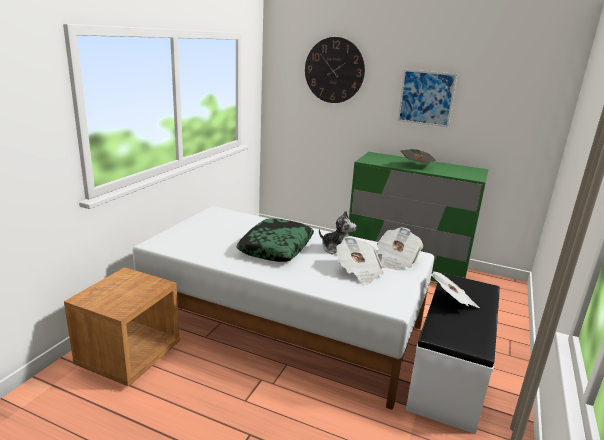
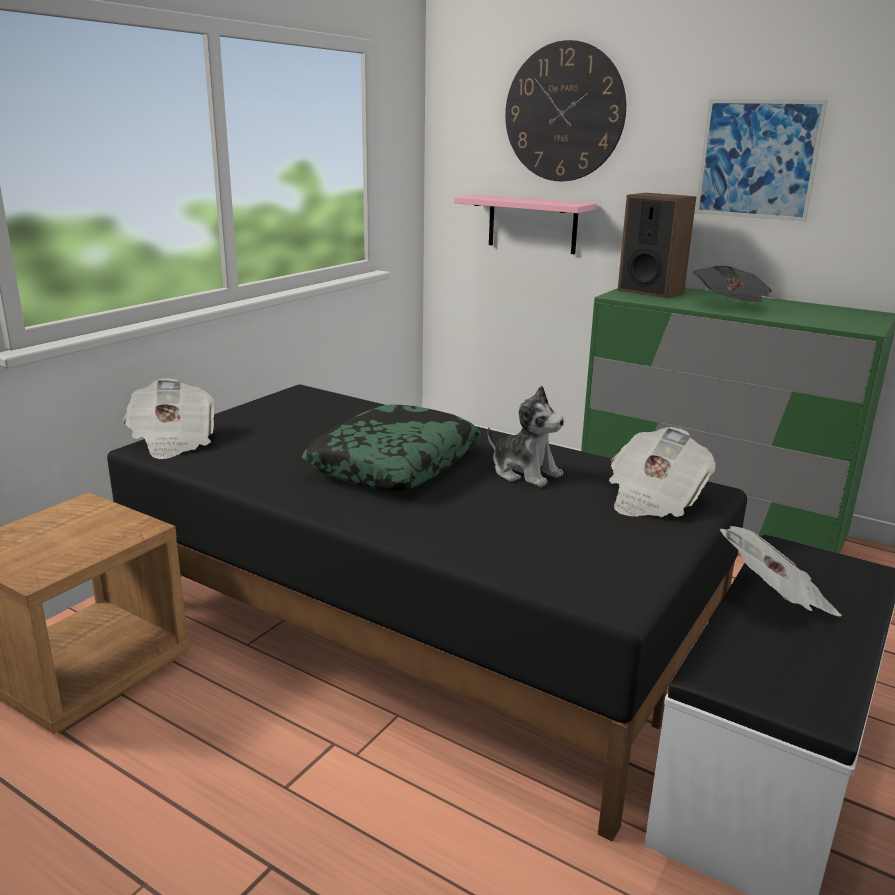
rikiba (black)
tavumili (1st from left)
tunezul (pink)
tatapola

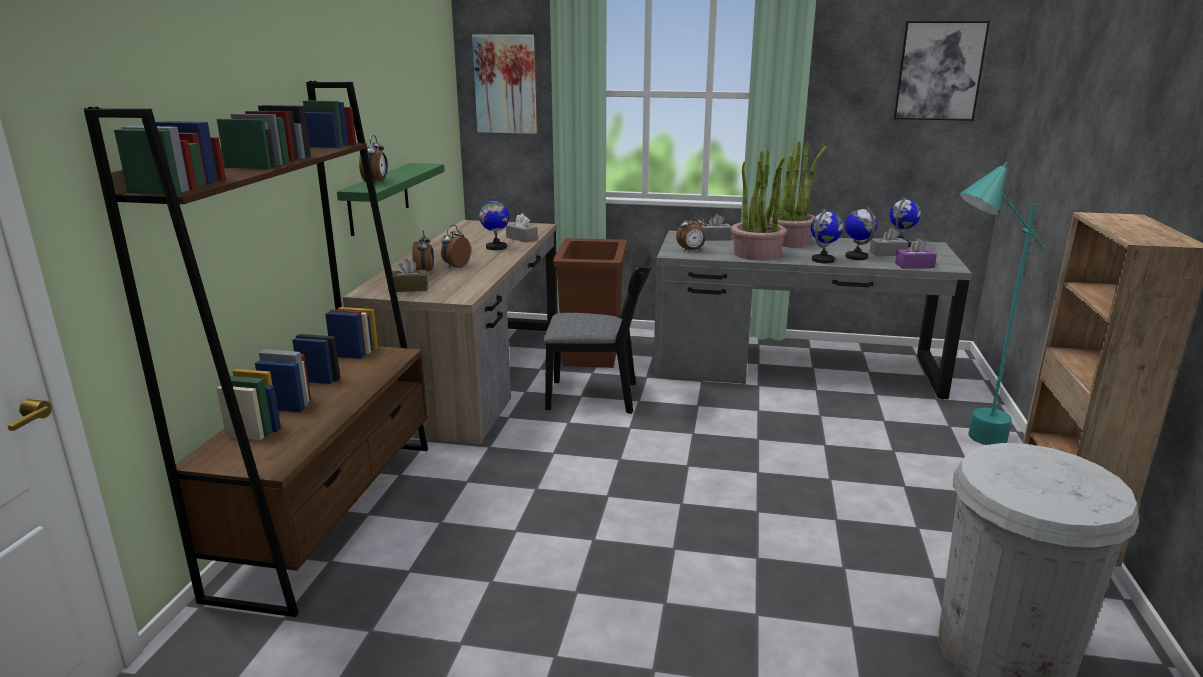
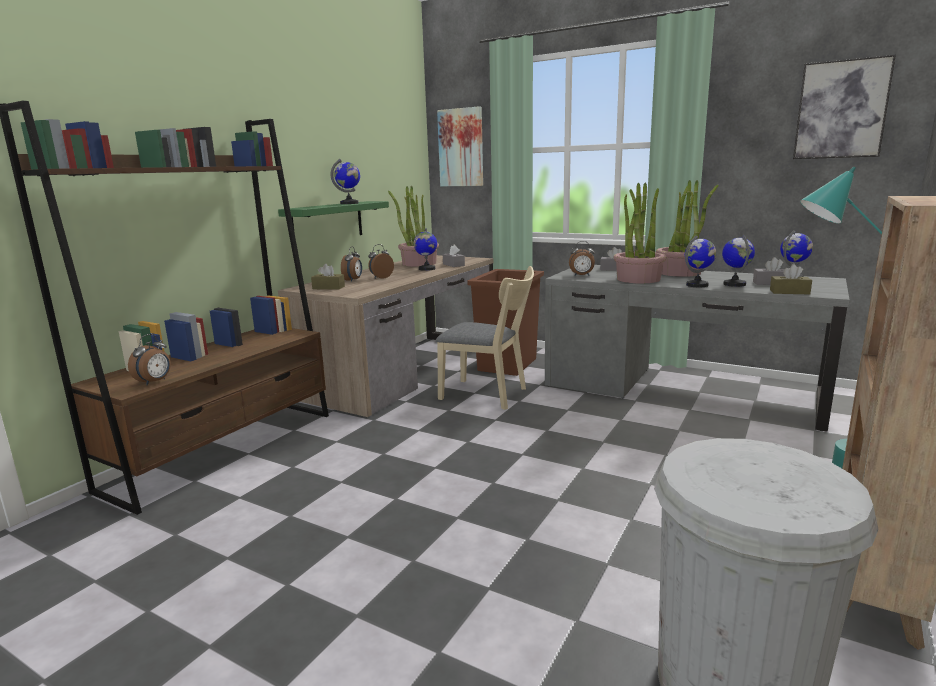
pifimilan (1st from left)
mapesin (1st from left)
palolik (1st from left)
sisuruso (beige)
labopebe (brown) (2nd from left)

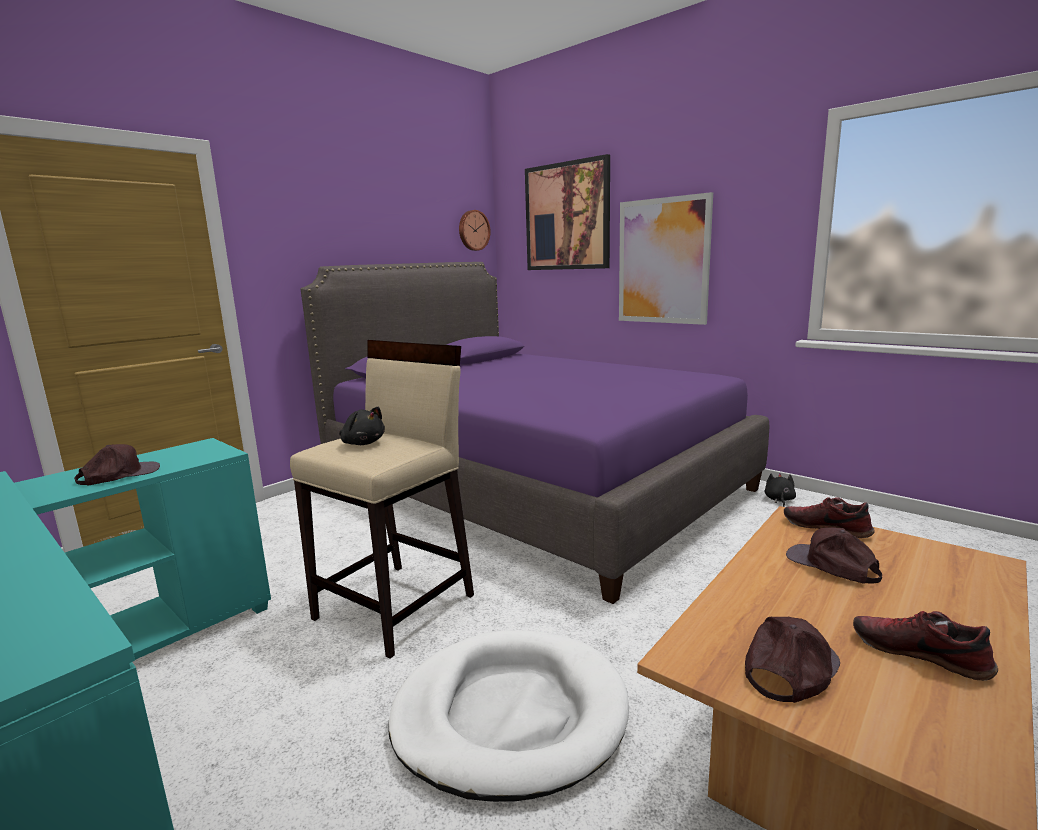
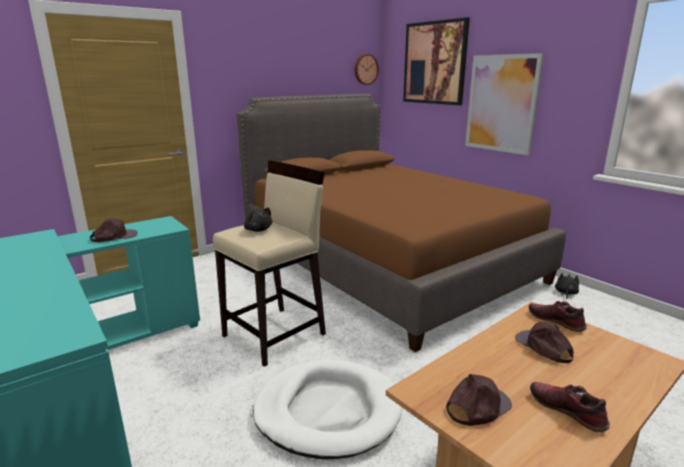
rikiba (brown)

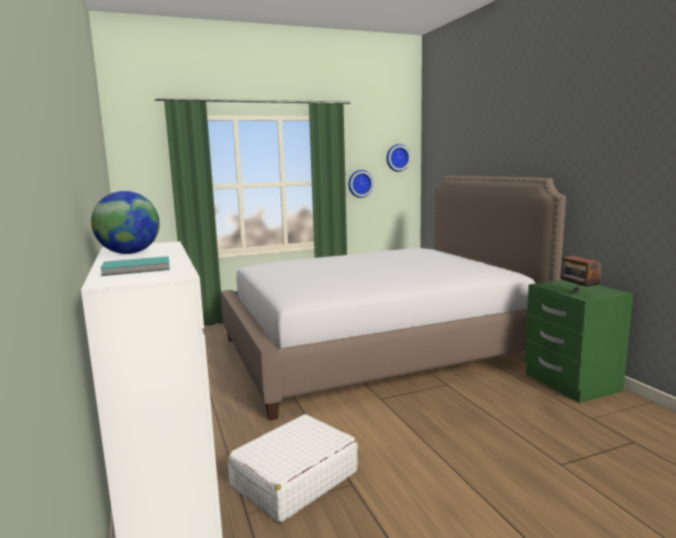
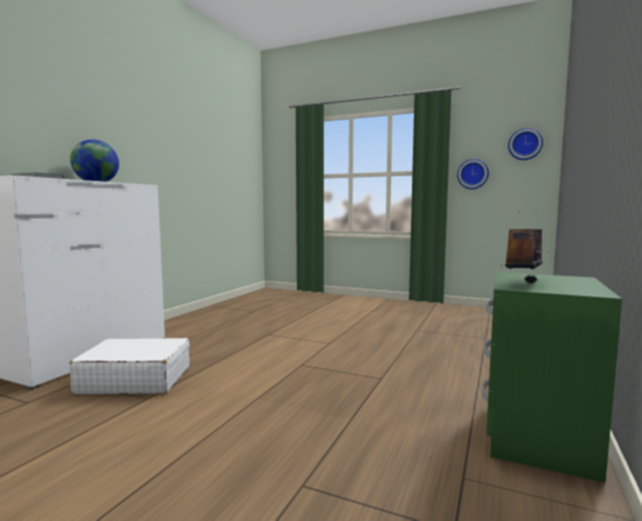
rikiba

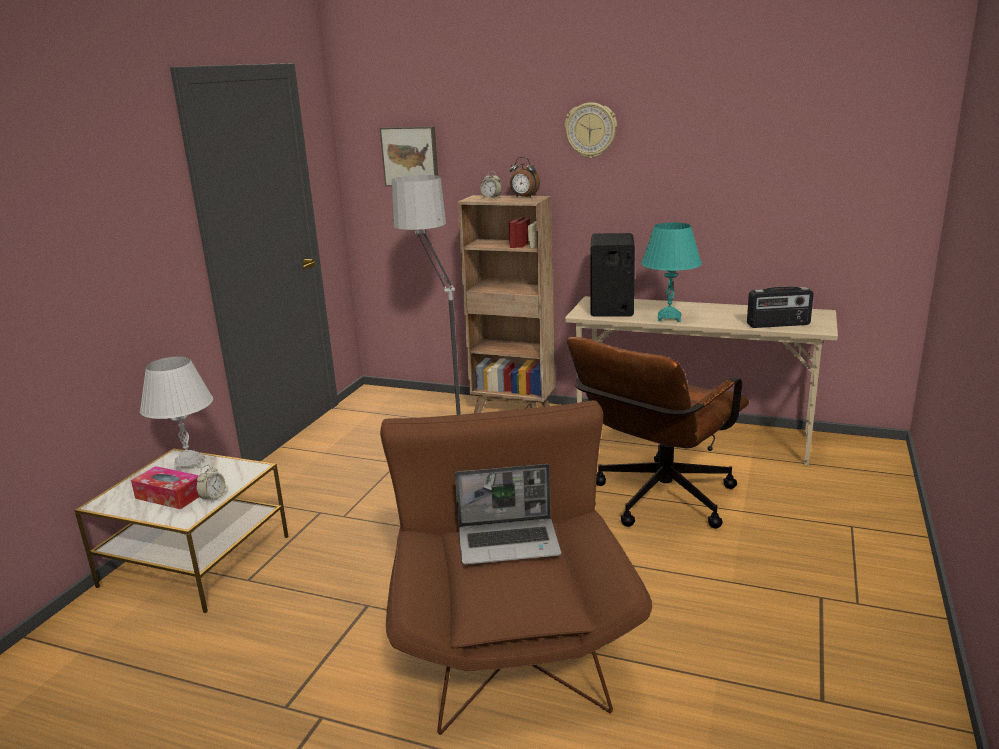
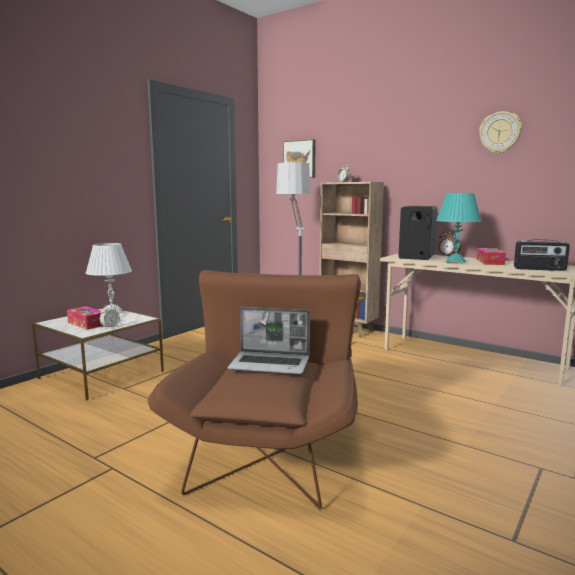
pifimilan (3rd from left)
labopebe (2nd from left)
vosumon
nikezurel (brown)

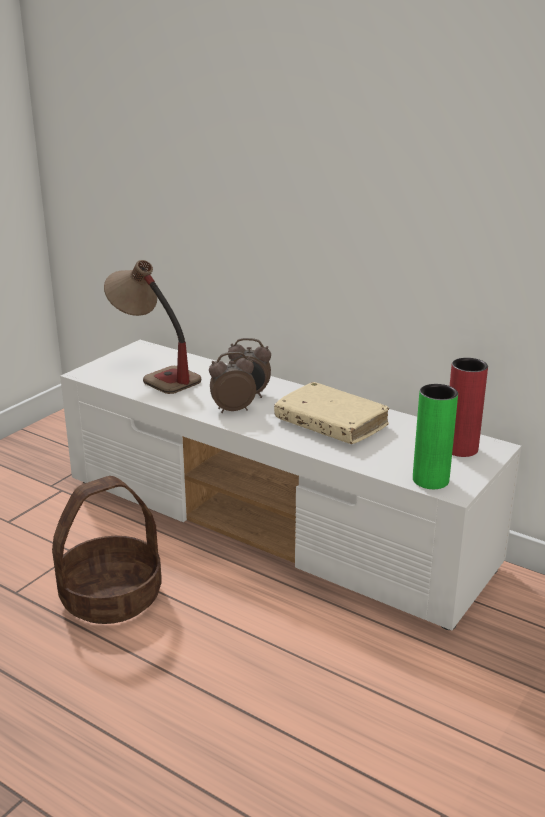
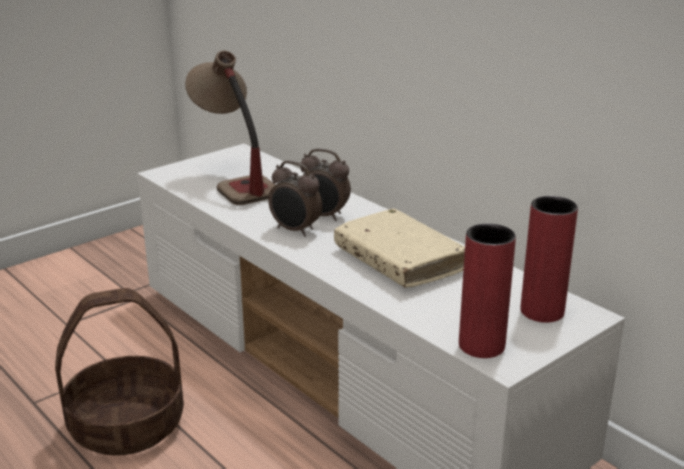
pifimilan (1st from left)
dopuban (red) (1st from left)

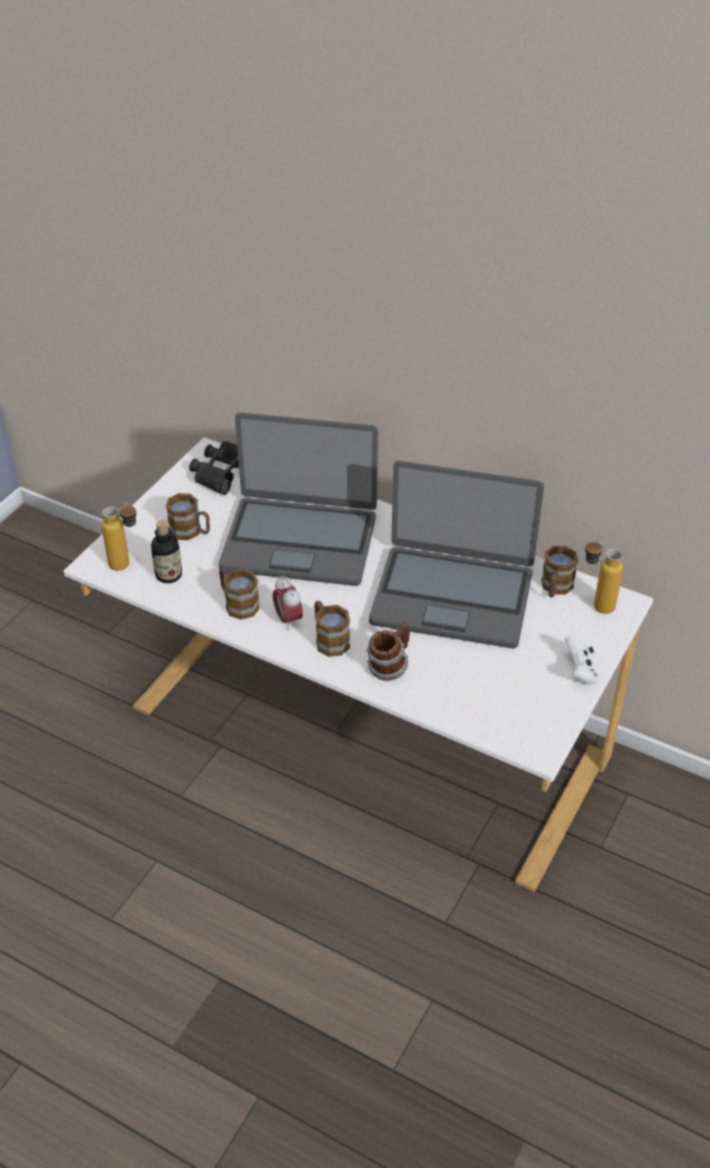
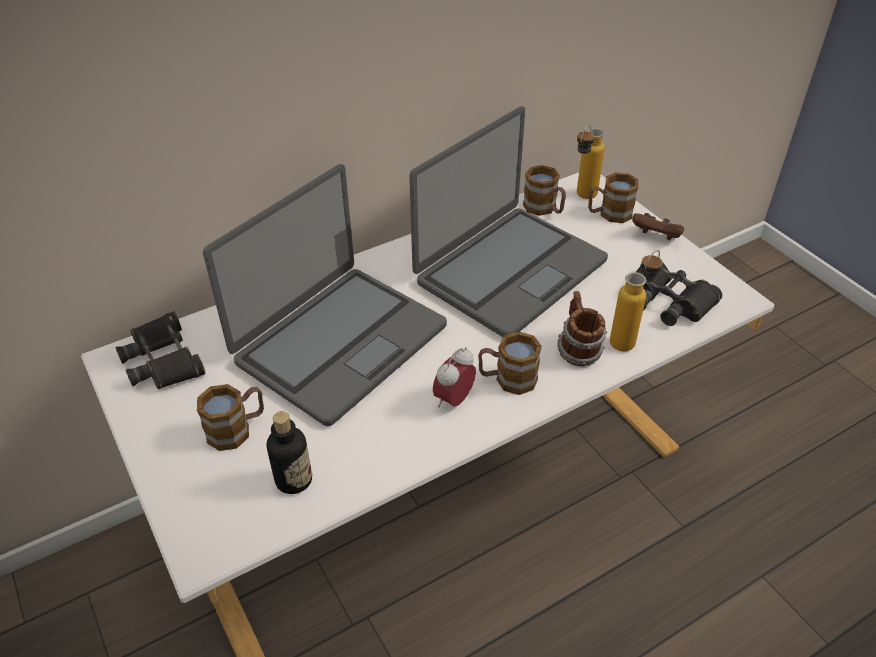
pifimilan
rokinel (5th from left)
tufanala (3rd from left)
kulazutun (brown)
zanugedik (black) (2nd from left)

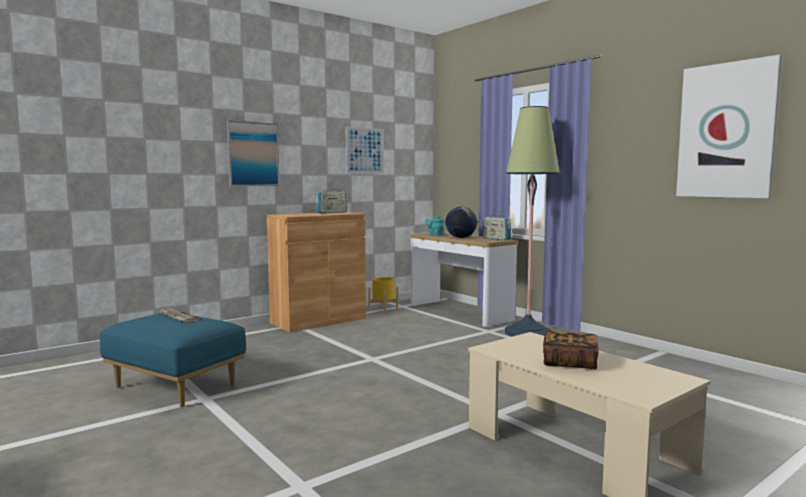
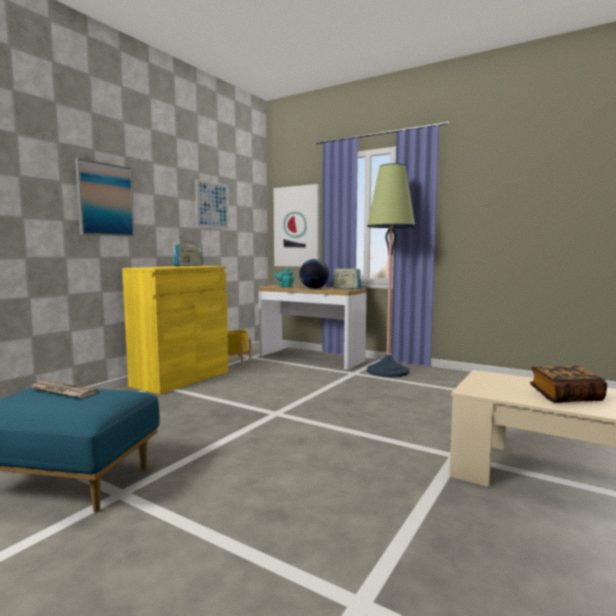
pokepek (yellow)
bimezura (3rd from left)

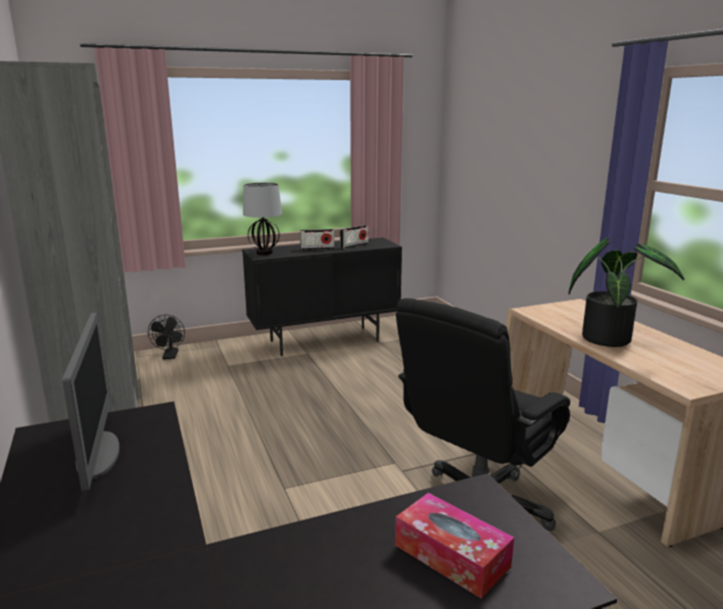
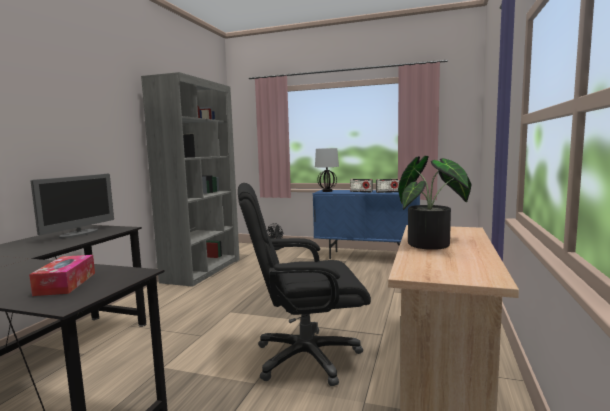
pokepek (blue)

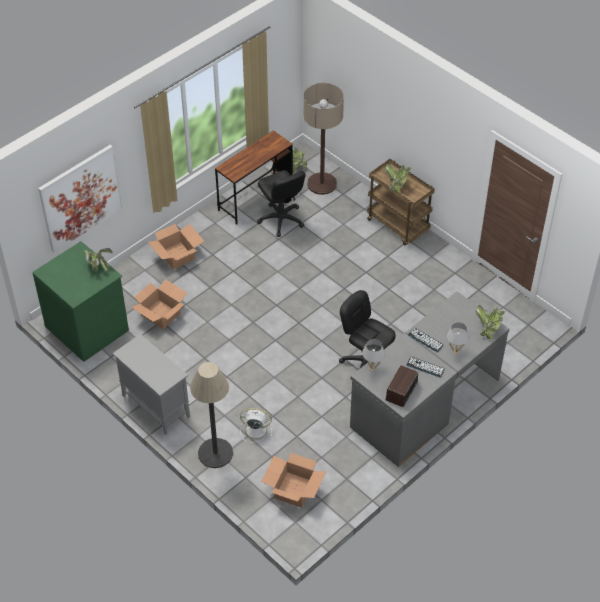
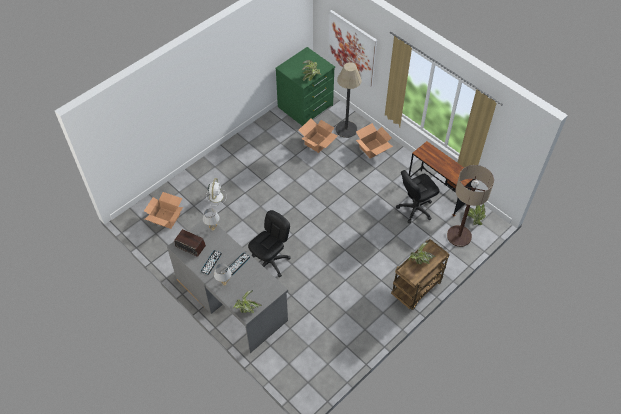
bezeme (1st from left)
pokepek (grey)

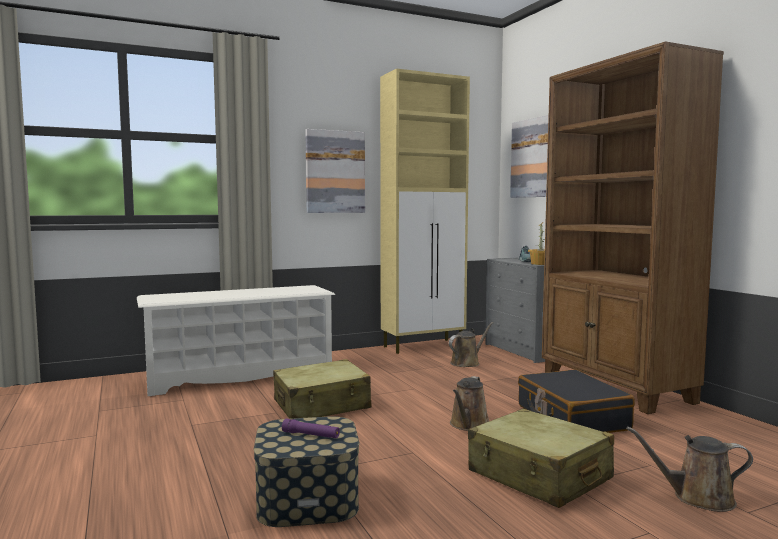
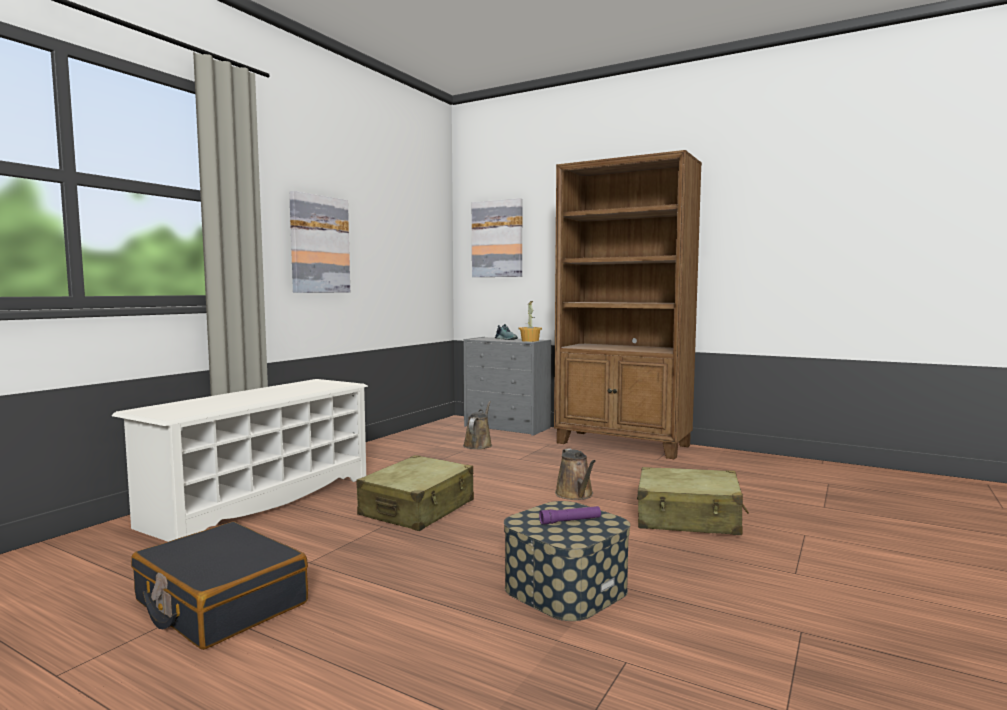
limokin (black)
pokepek (beige)
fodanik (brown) (3rd from left in the first image)

